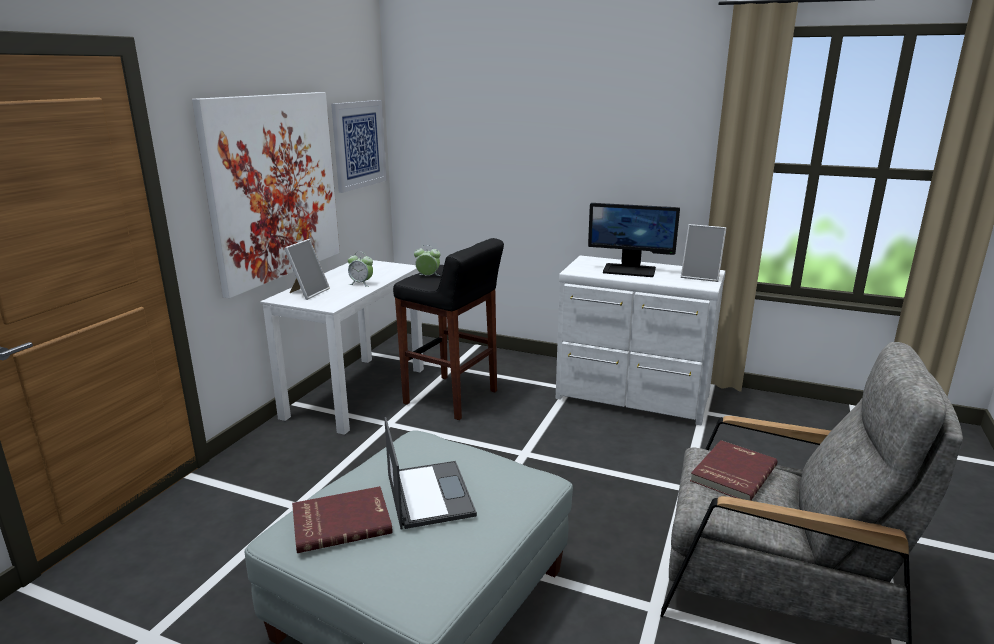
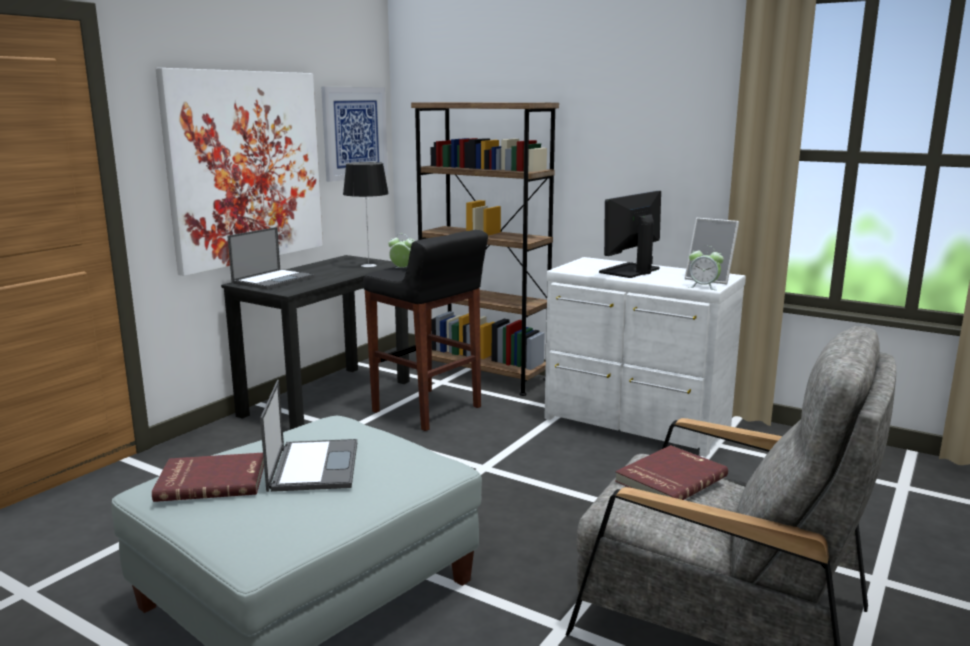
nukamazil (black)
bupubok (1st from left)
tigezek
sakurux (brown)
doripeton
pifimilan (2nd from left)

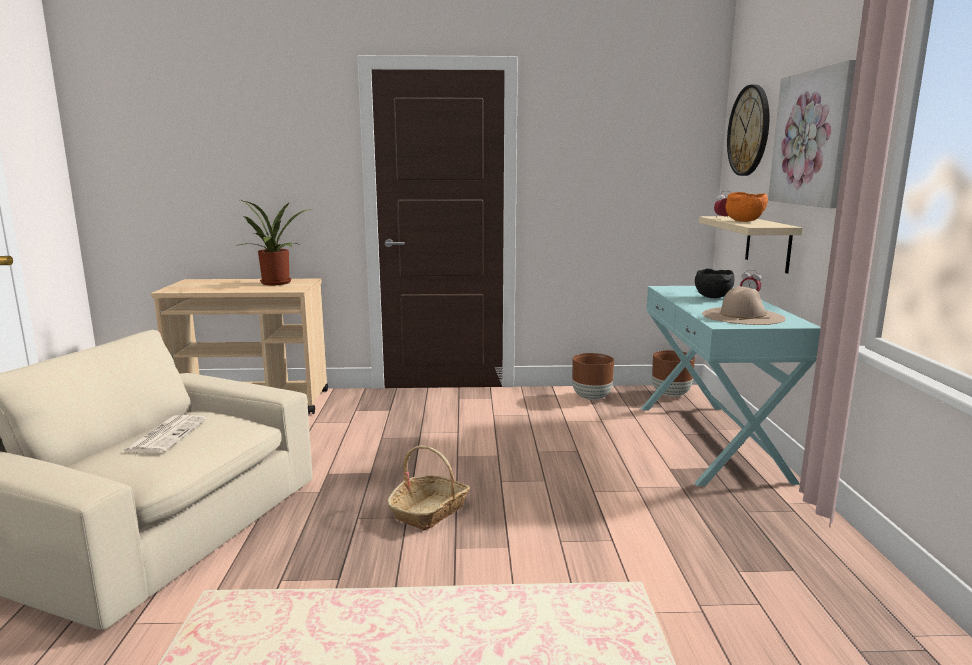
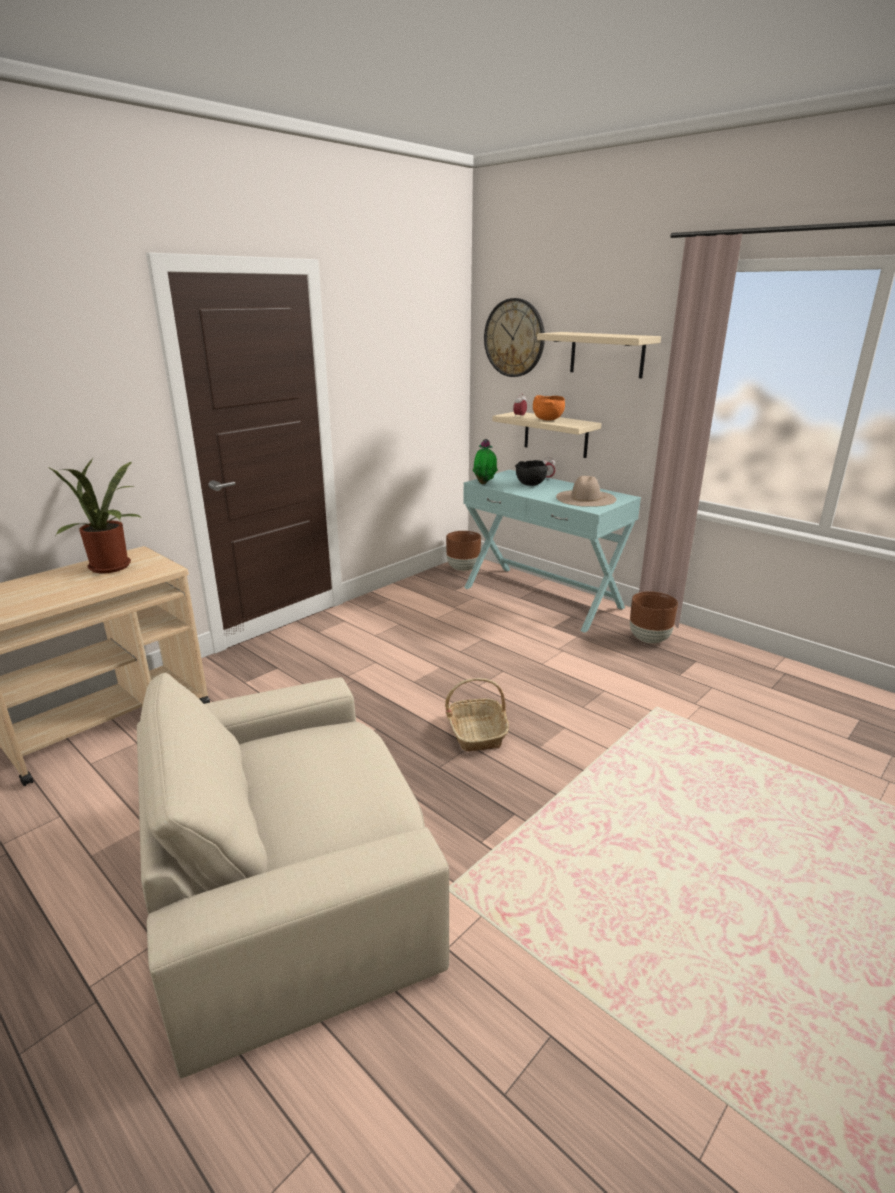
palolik (2nd from left)
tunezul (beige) (2nd from left)
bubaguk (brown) (2nd from left)
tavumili

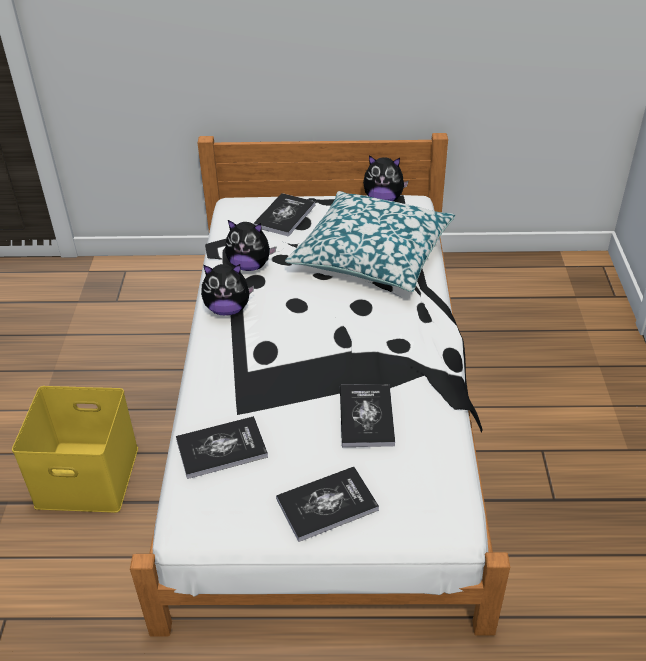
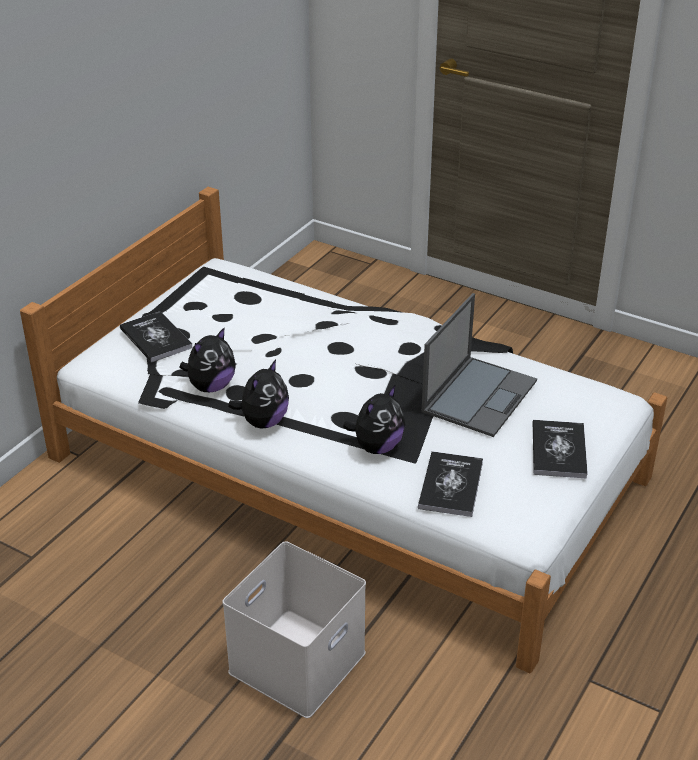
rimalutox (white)
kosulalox (3rd from left)
bupubok
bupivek

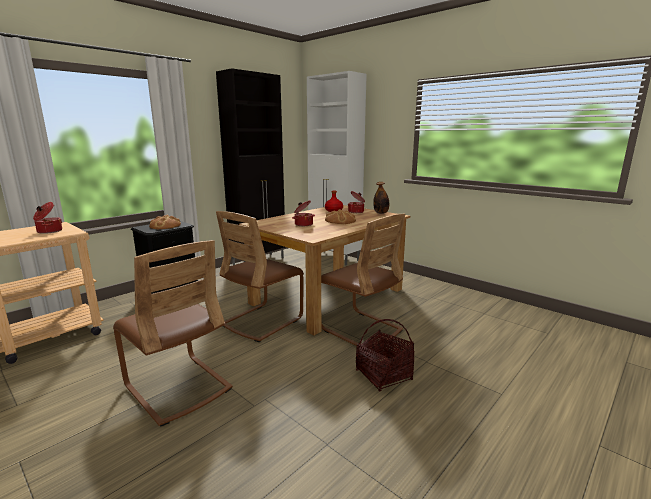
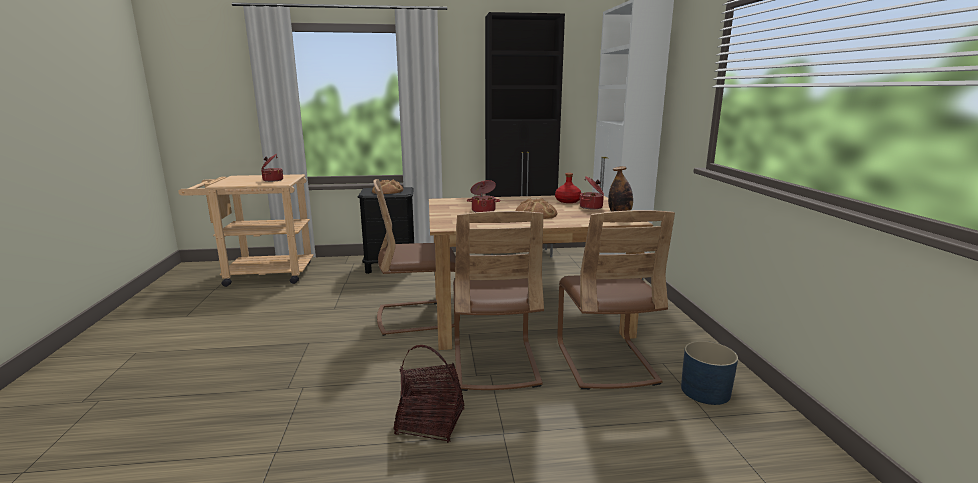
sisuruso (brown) (3rd from left)
bubaguk (blue)

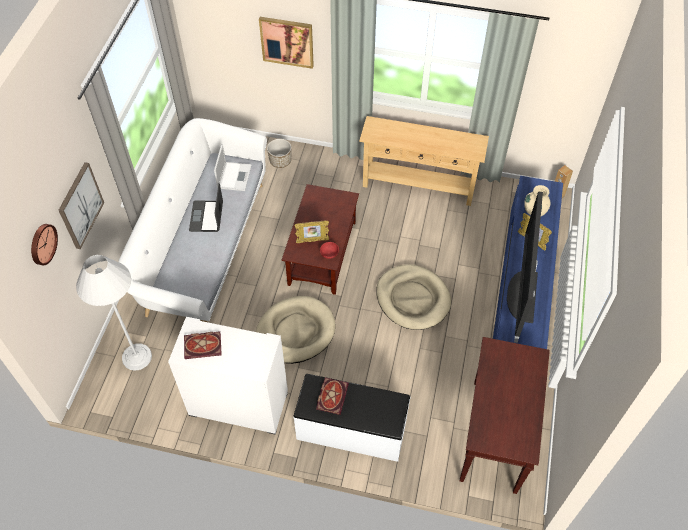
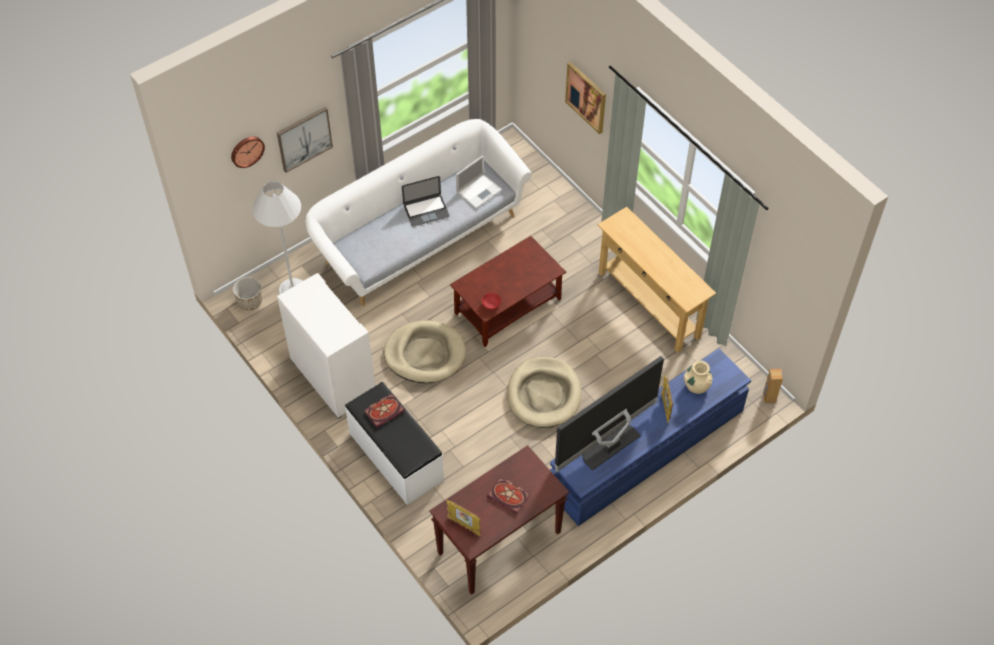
bubaguk
bupubok (1st from left)
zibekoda (1st from left)
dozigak (2nd from left)

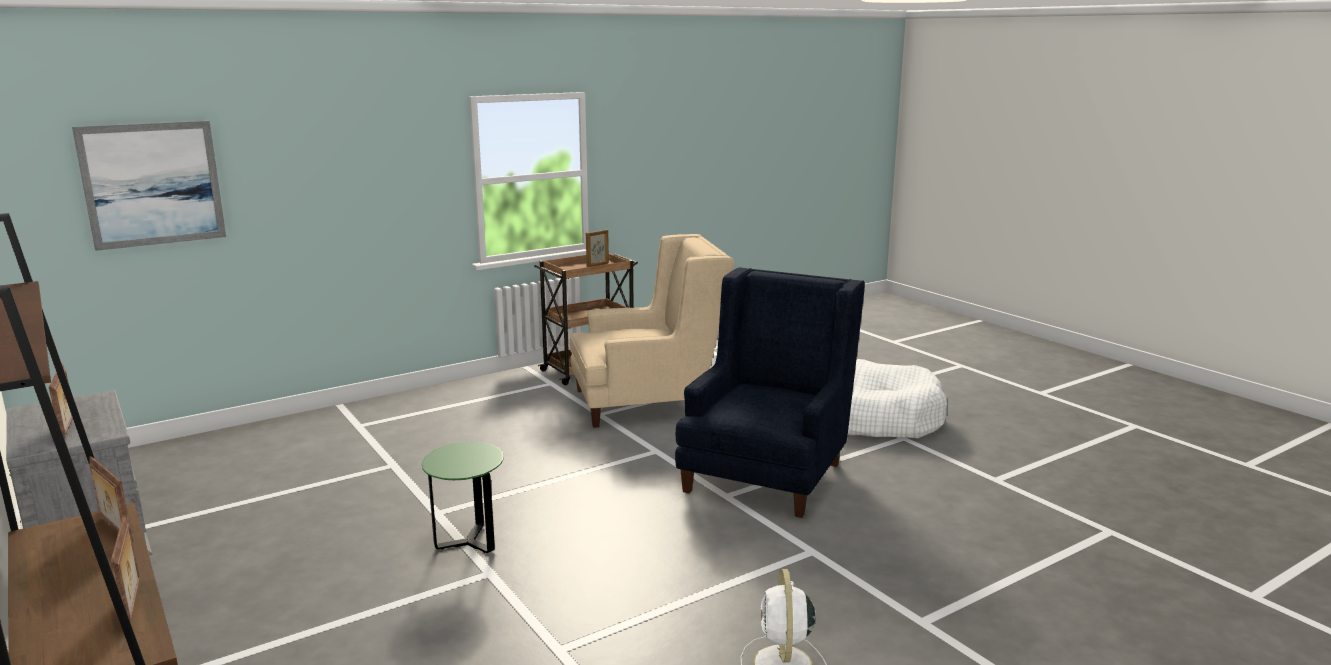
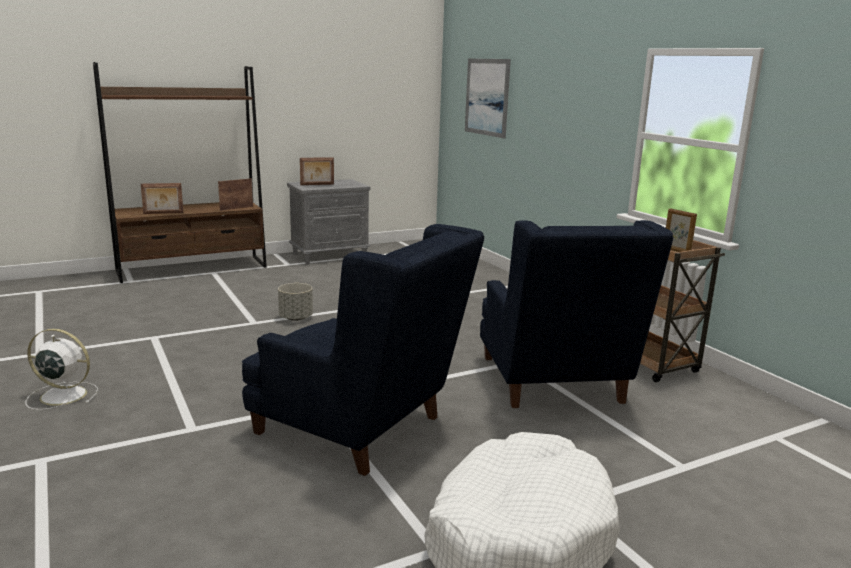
bubaguk (grey)
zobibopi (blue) (2nd from left)

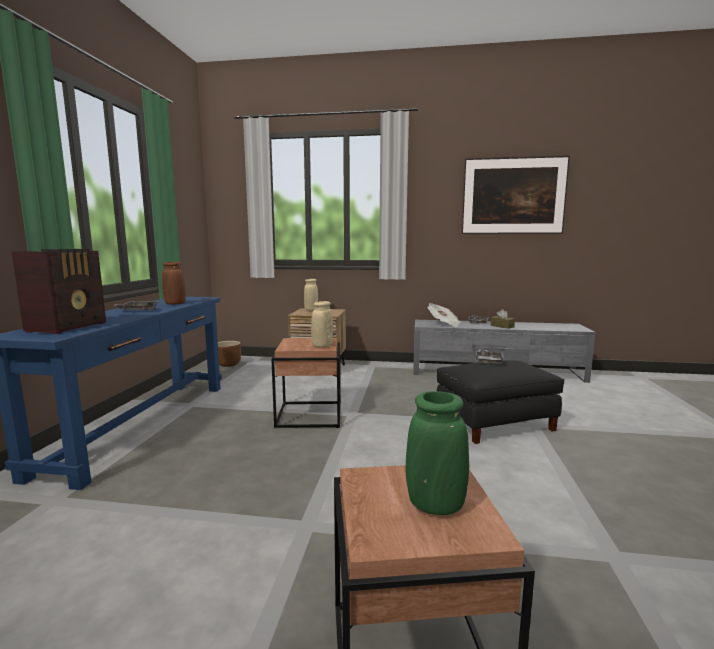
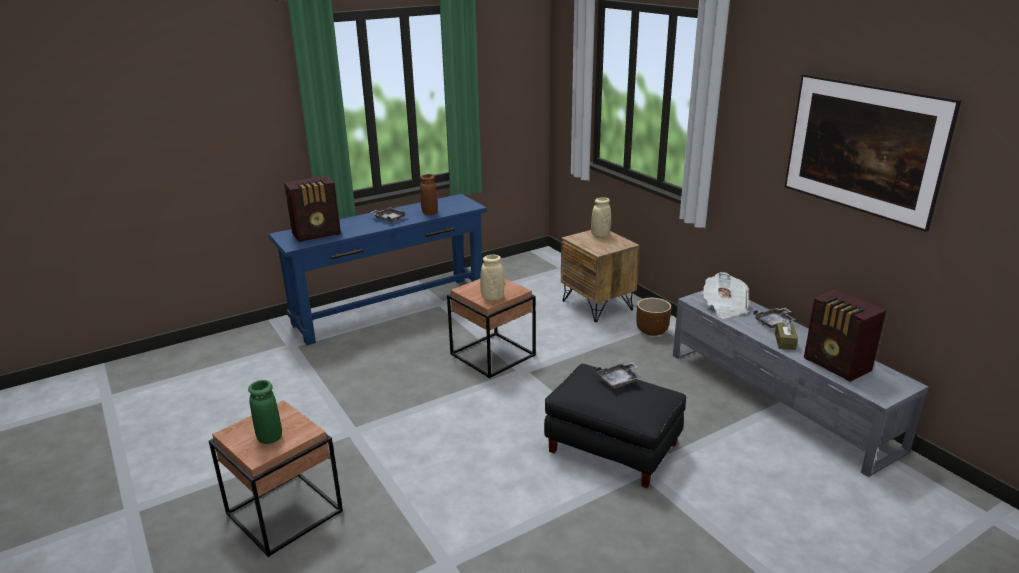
bubaguk (brown)
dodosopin (2nd from left)

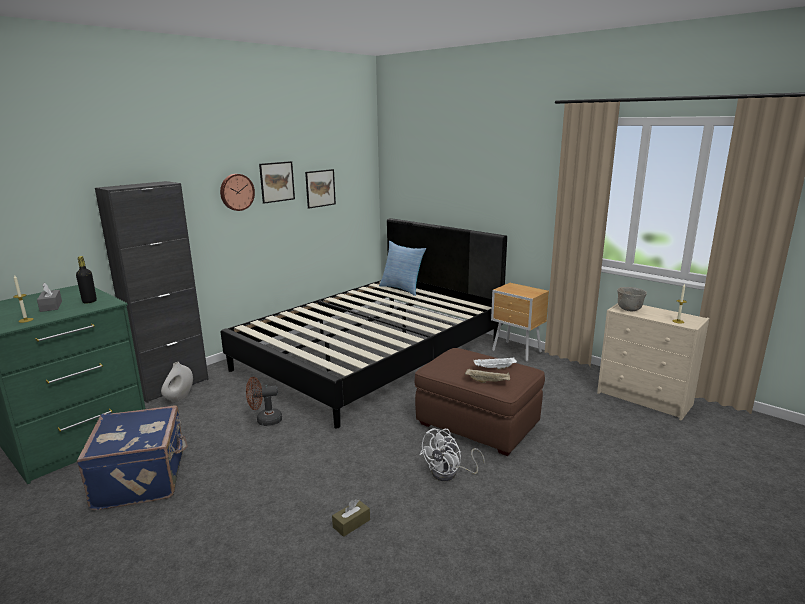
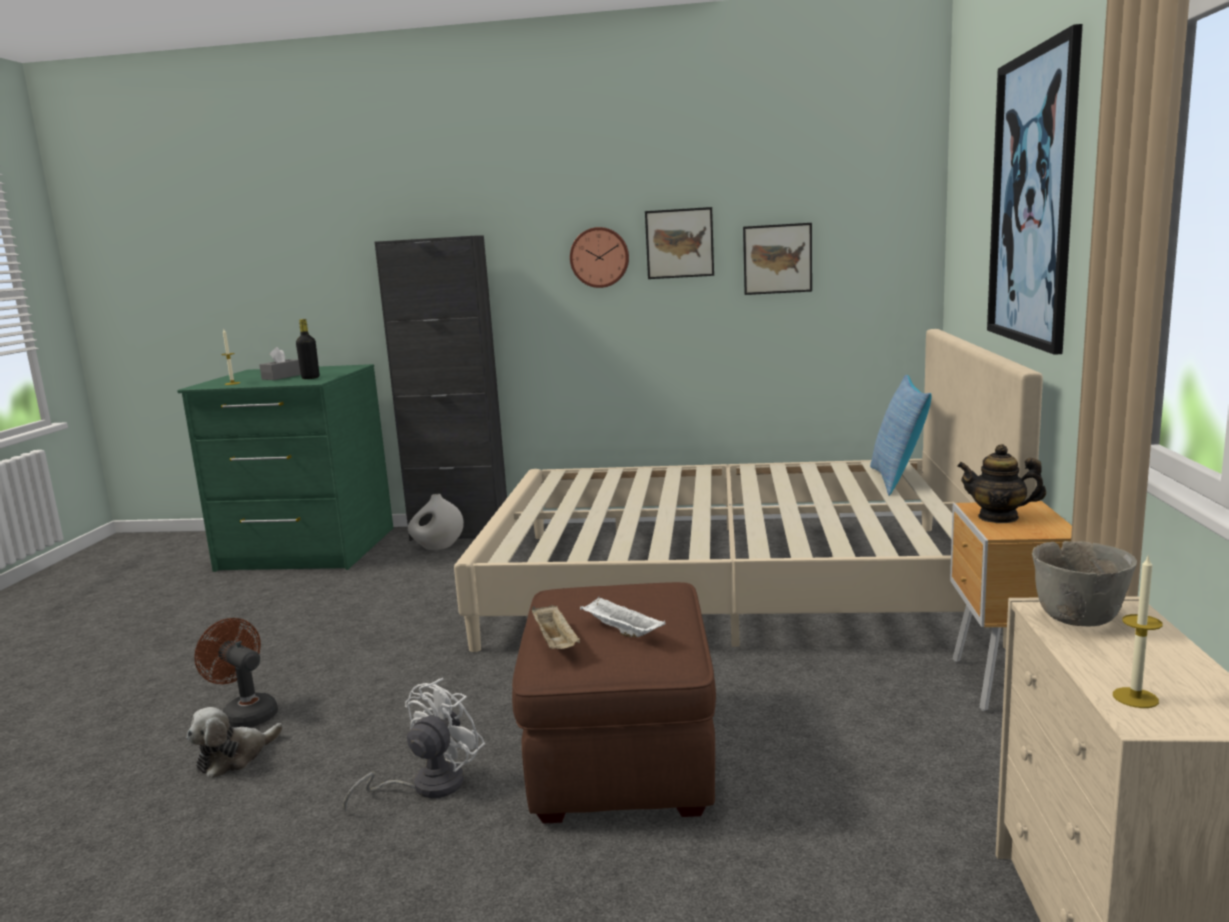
kosulalox
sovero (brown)
sovero (white)
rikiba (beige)
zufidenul
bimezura (3rd from left)
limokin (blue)

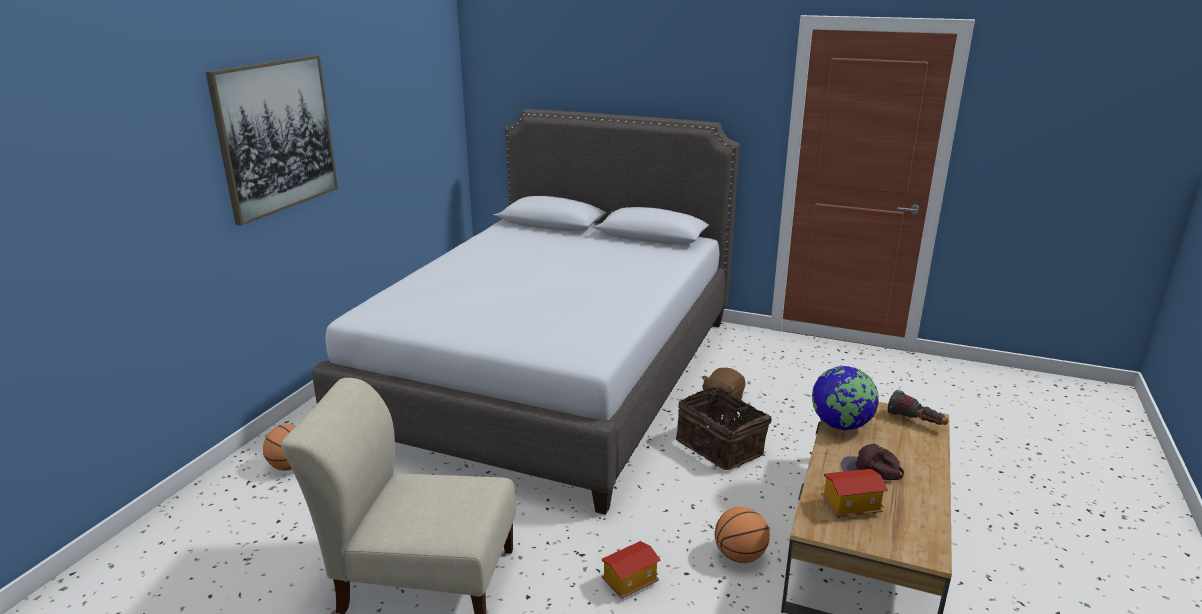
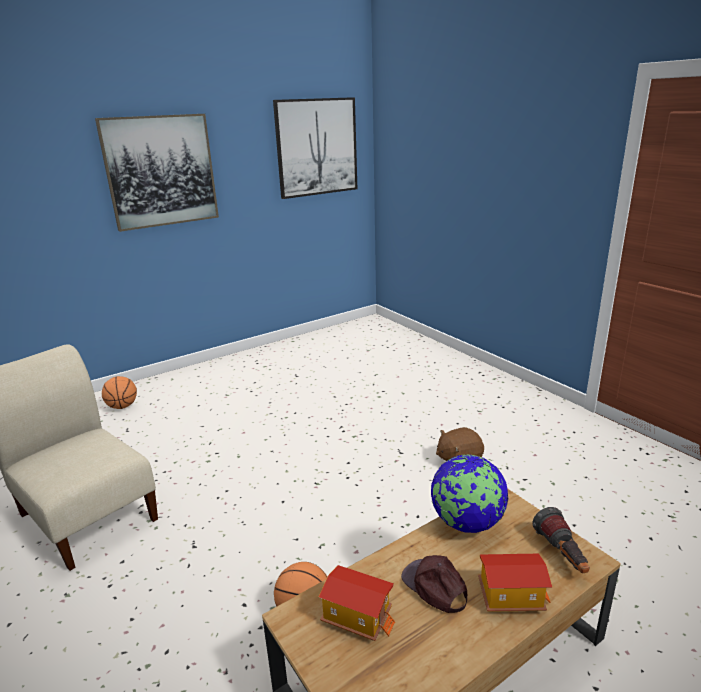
bimezura (2nd from left)
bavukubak (2nd from left)
rikiba (grey)
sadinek

